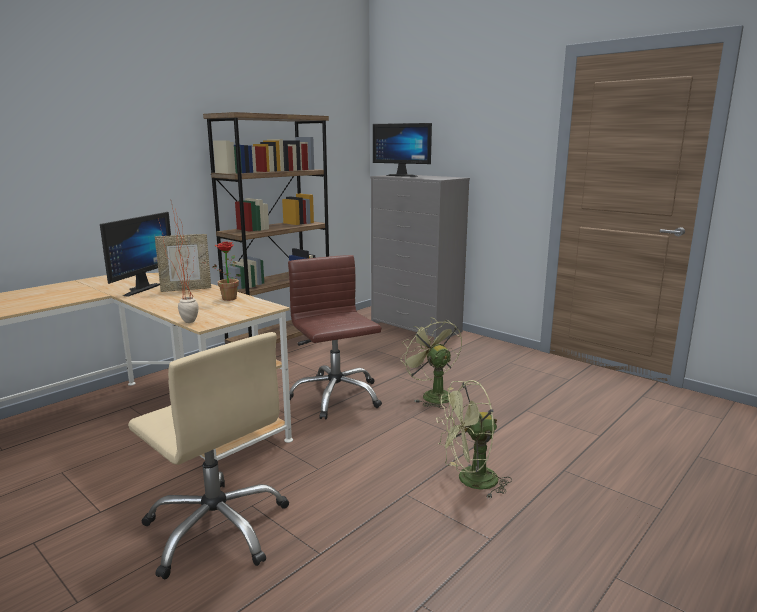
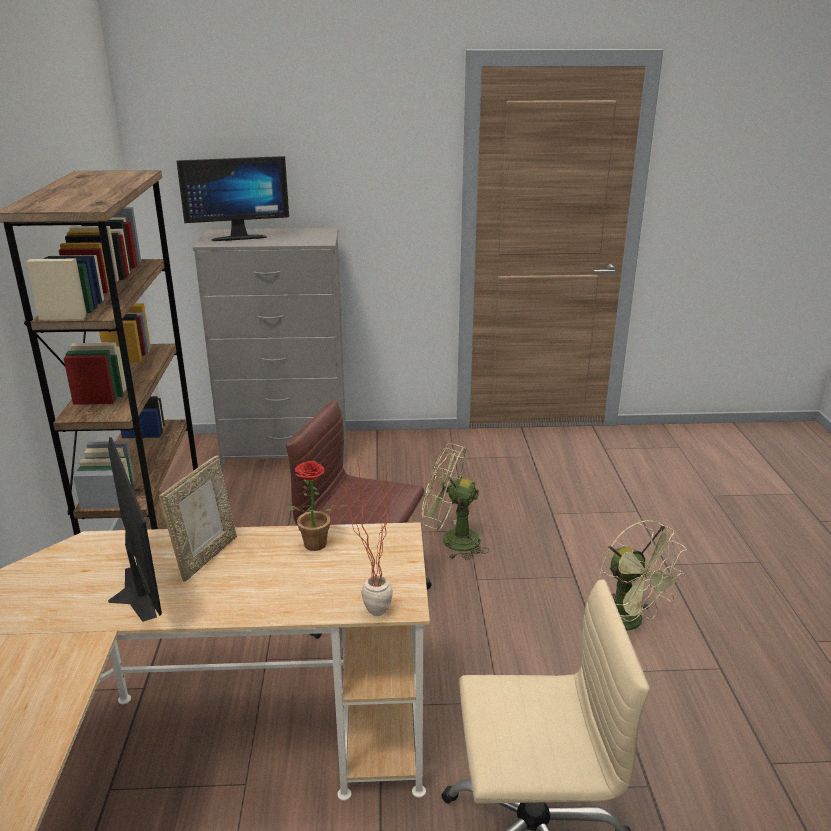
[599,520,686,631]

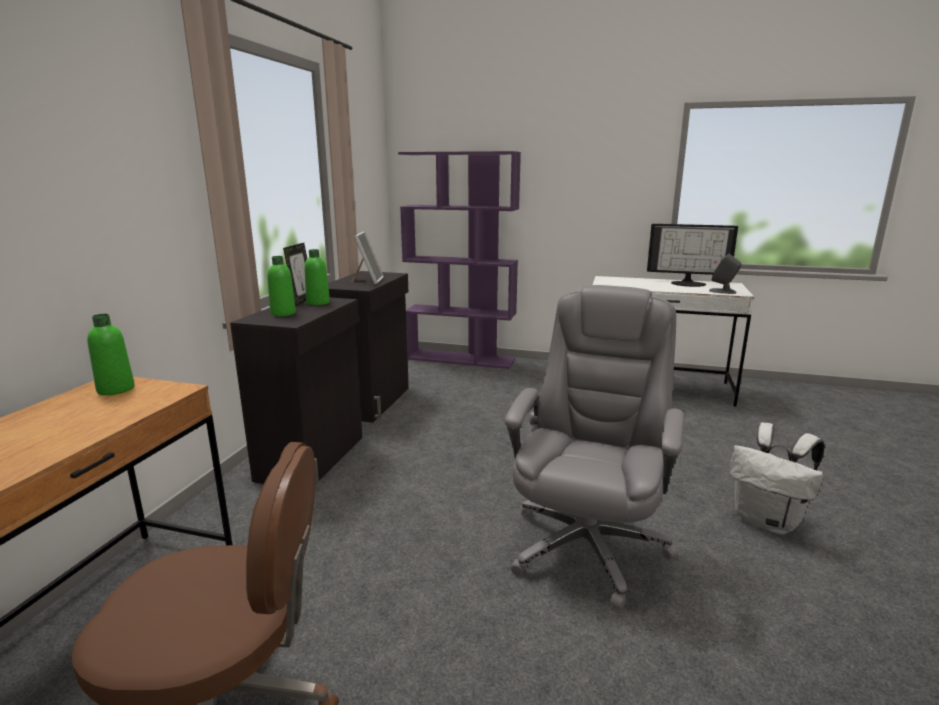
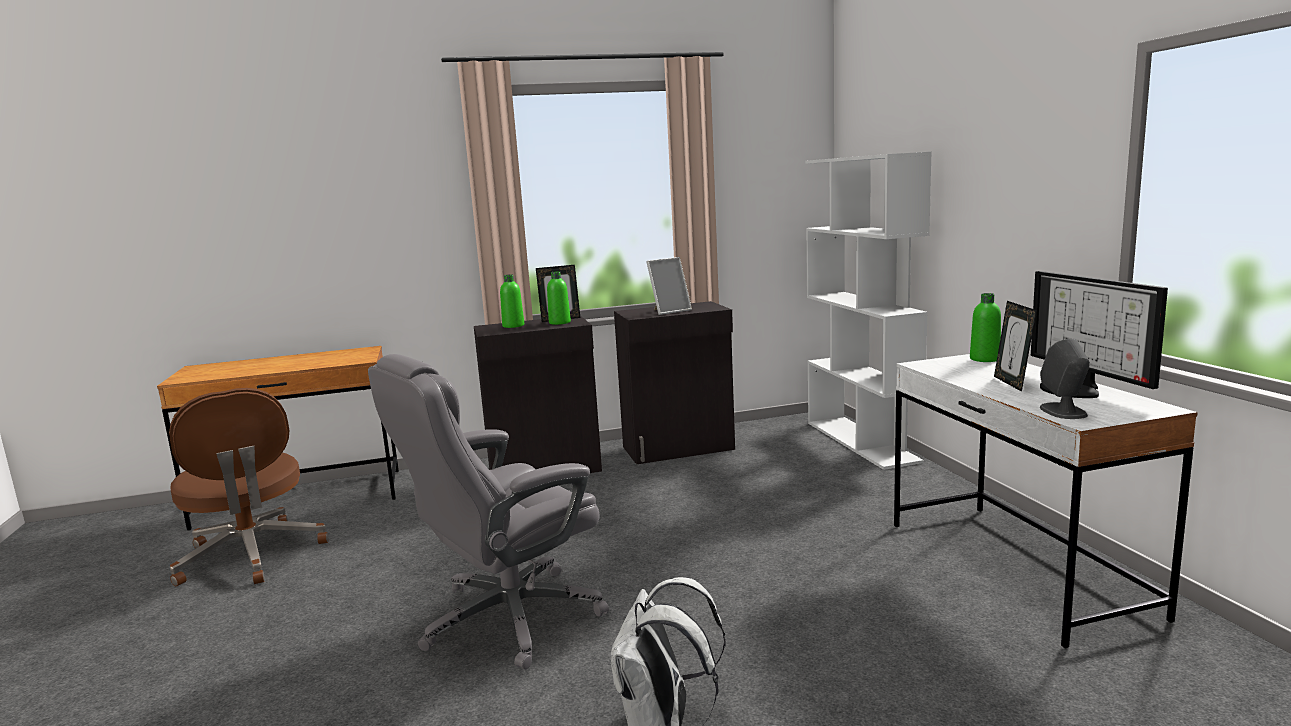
[994,301,1037,392]
[970,293,1001,362]
[805,152,932,470]
[368,354,609,670]

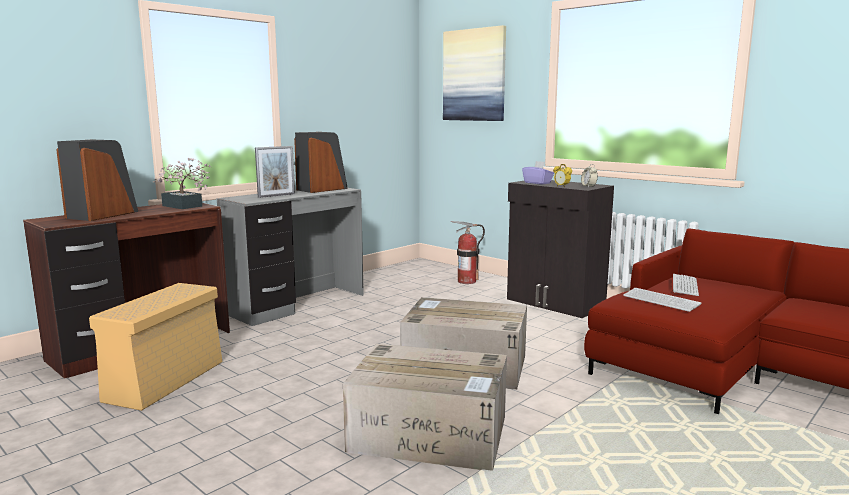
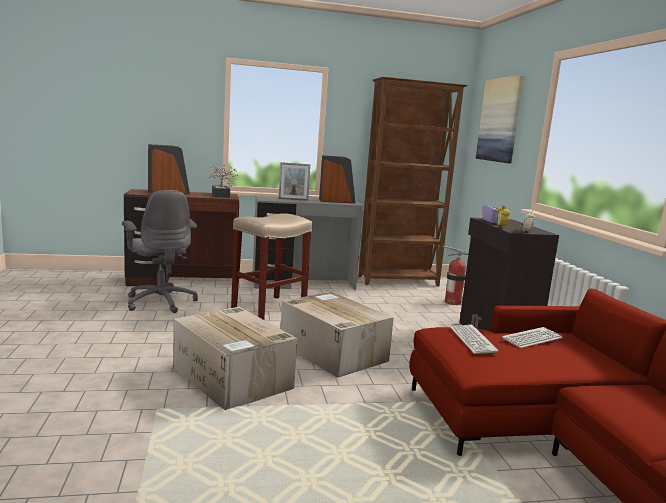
[231,213,313,320]
[358,77,468,286]
[122,190,198,313]

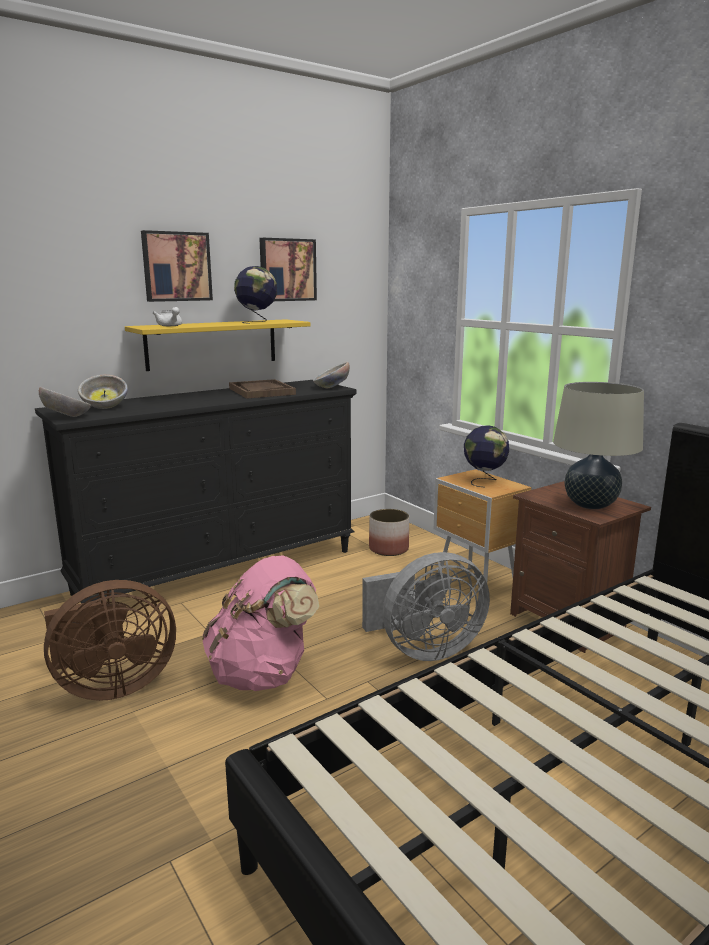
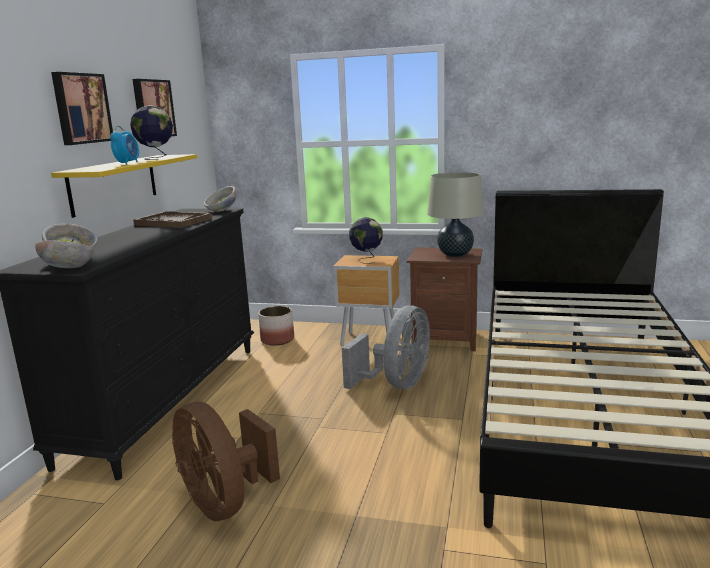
[153,307,182,326] (first image)
[202,555,319,691] (first image)
[110,126,139,165]
[172,402,280,521]

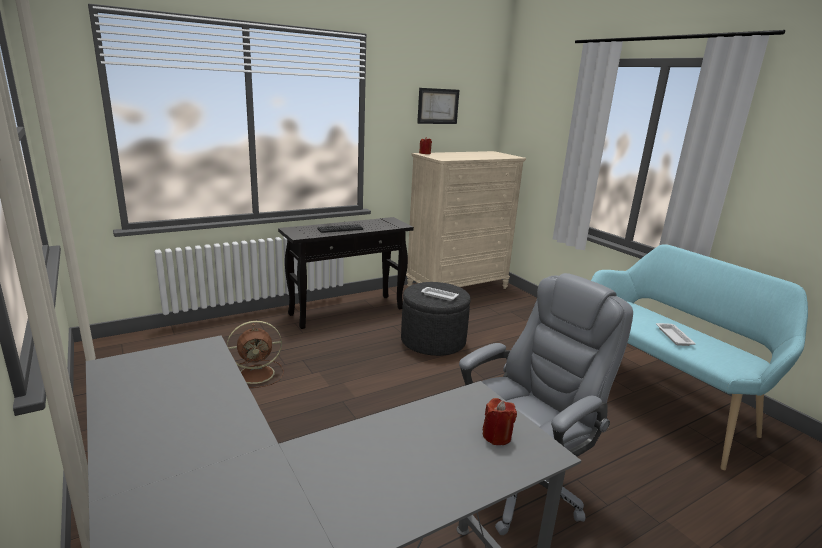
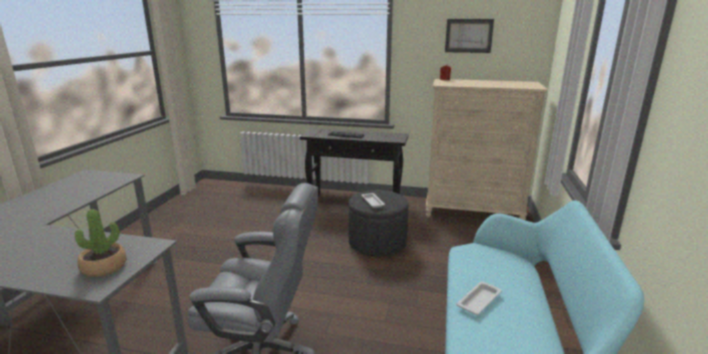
[227,321,284,388] (first image)
[75,209,126,277]

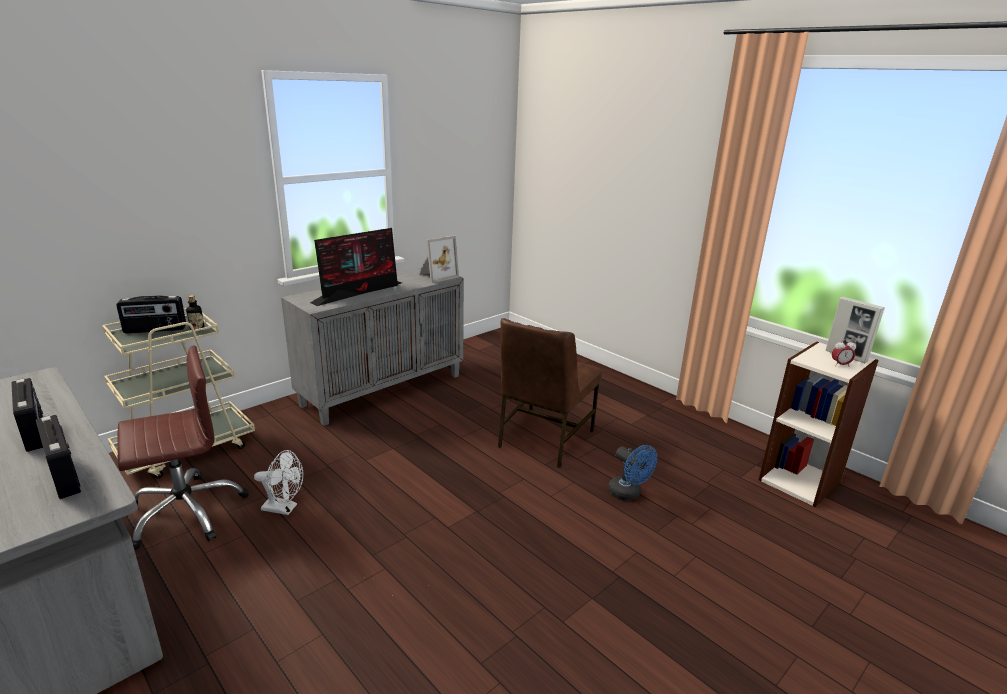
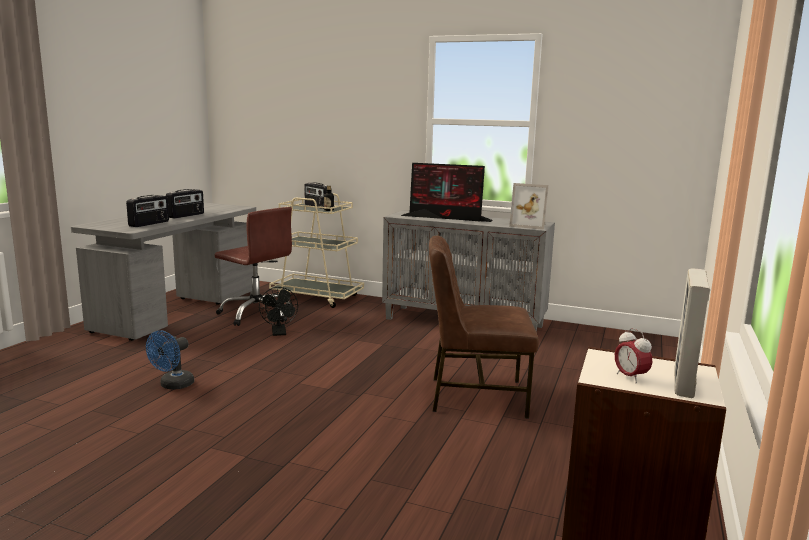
[146,330,194,390]
[259,287,298,336]

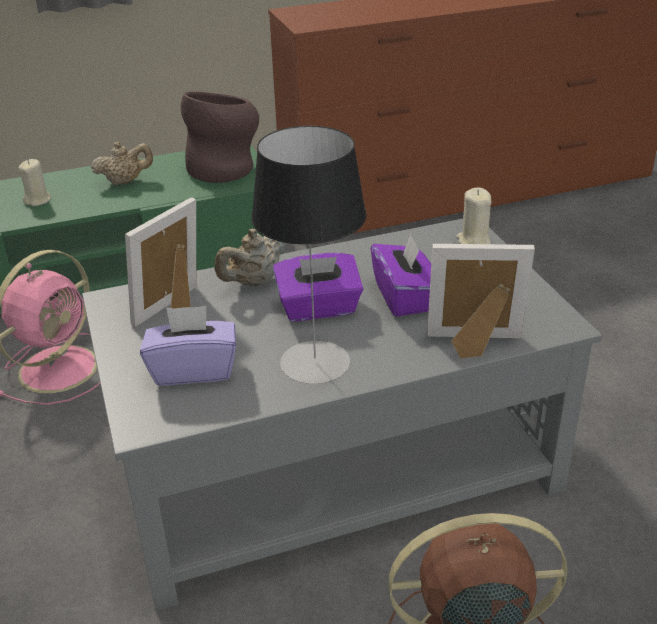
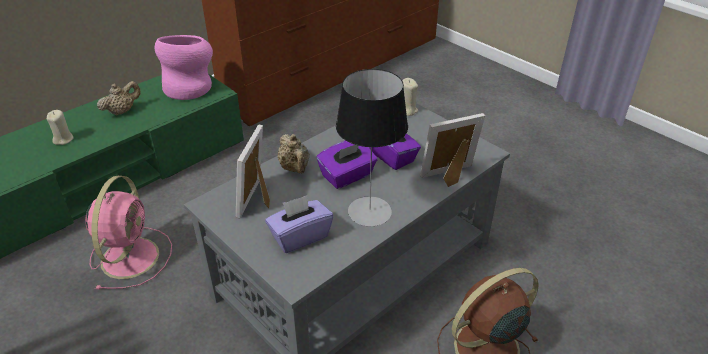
[155,35,213,100]
[278,134,310,174]

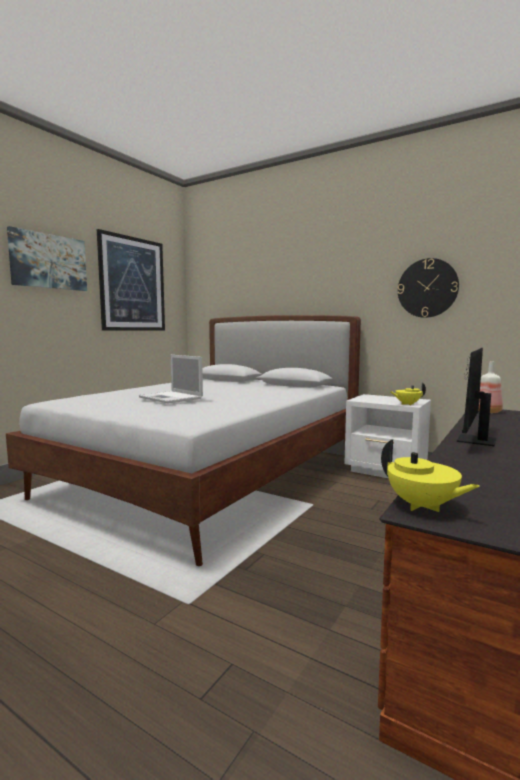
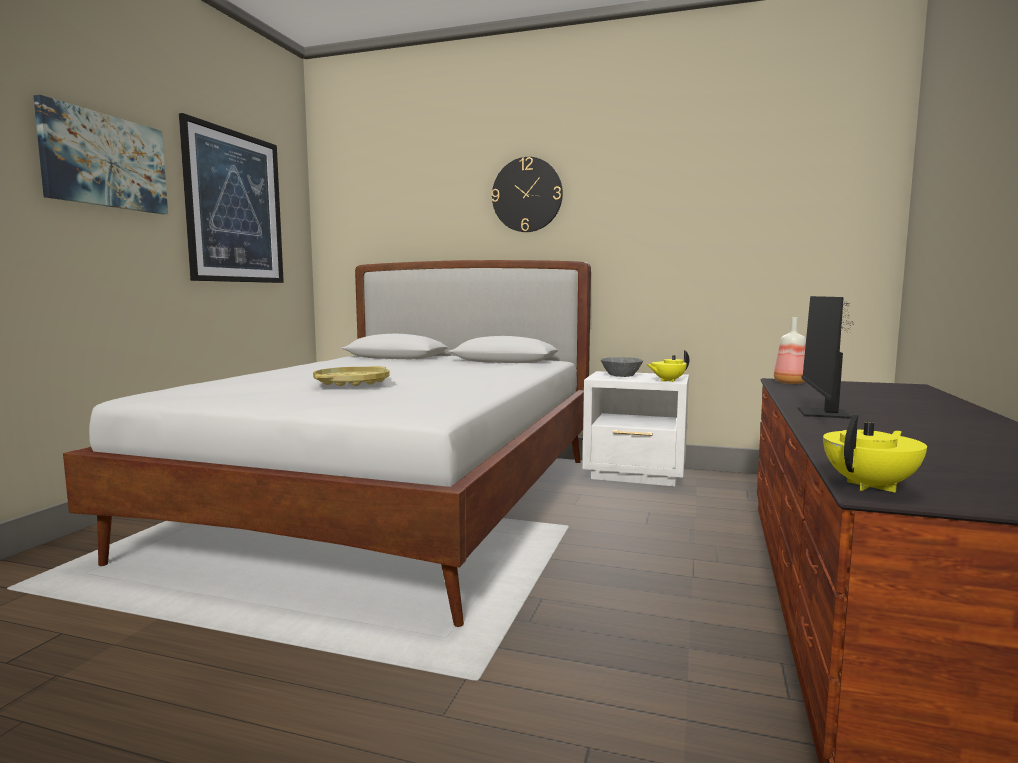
[601,357,643,377]
[492,157,563,232]
[313,366,390,386]
[823,414,927,492]

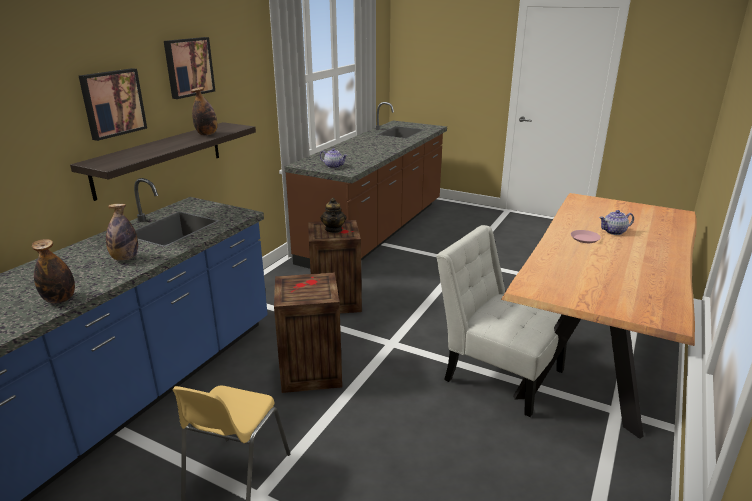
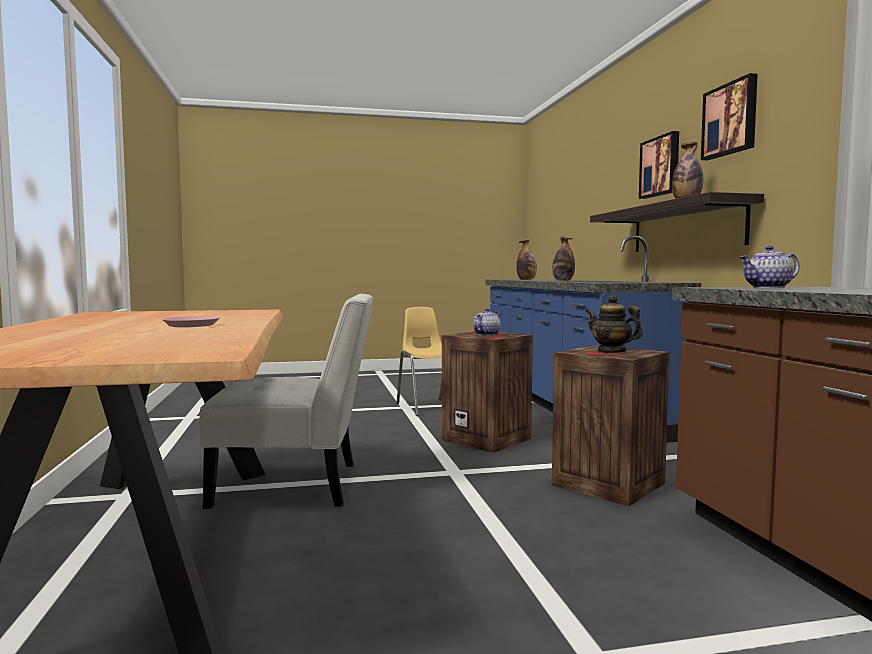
[473,308,500,336]

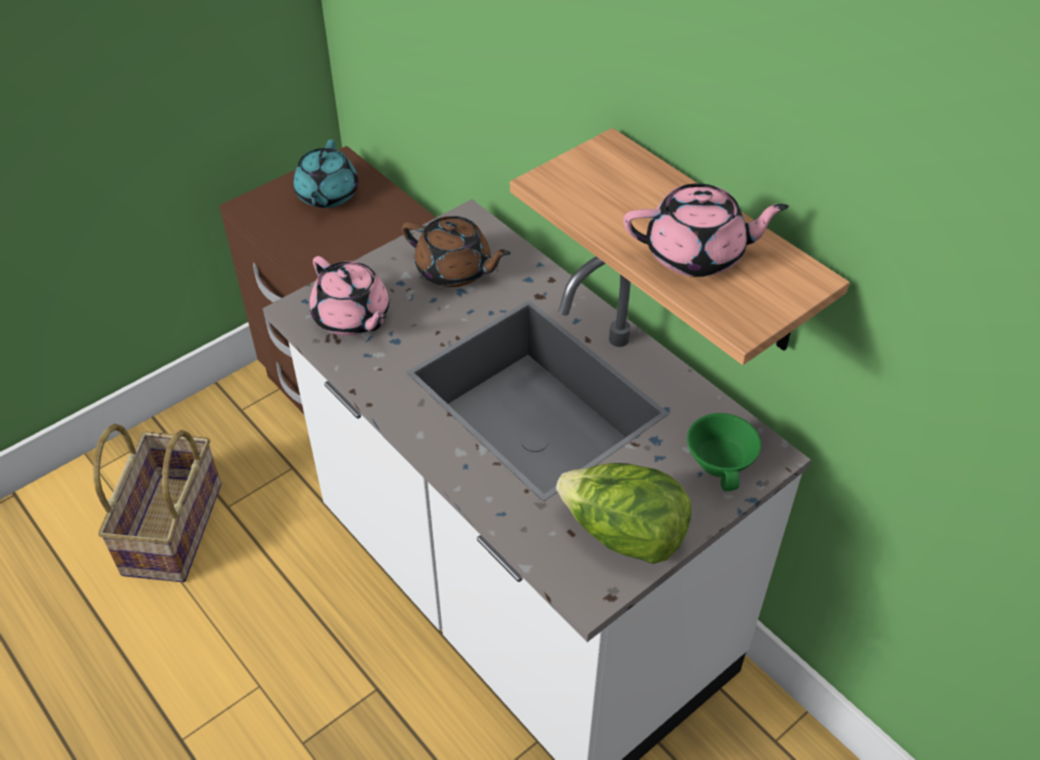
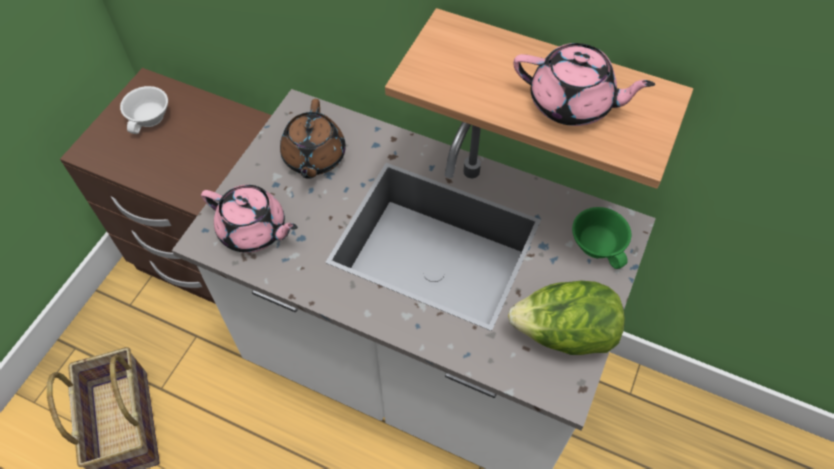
[120,86,168,134]
[280,99,346,179]
[513,43,655,126]

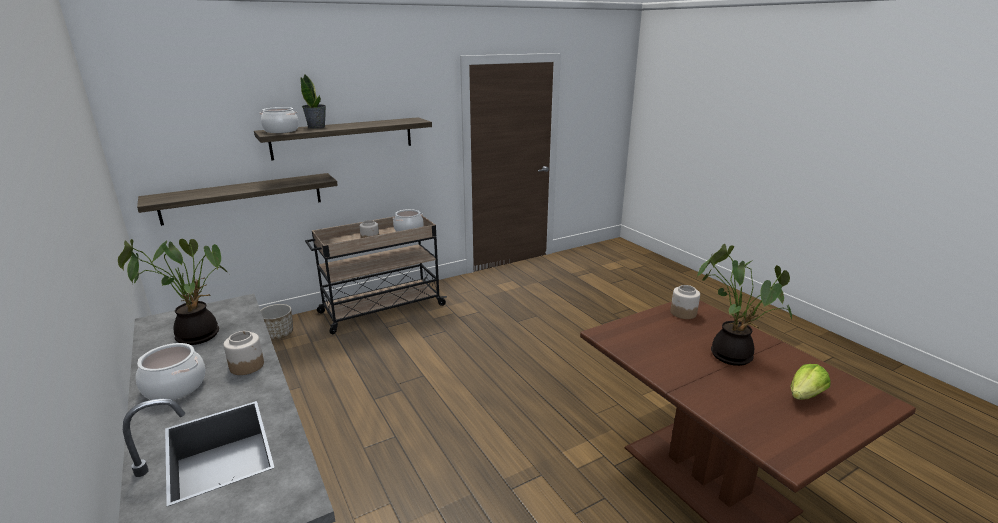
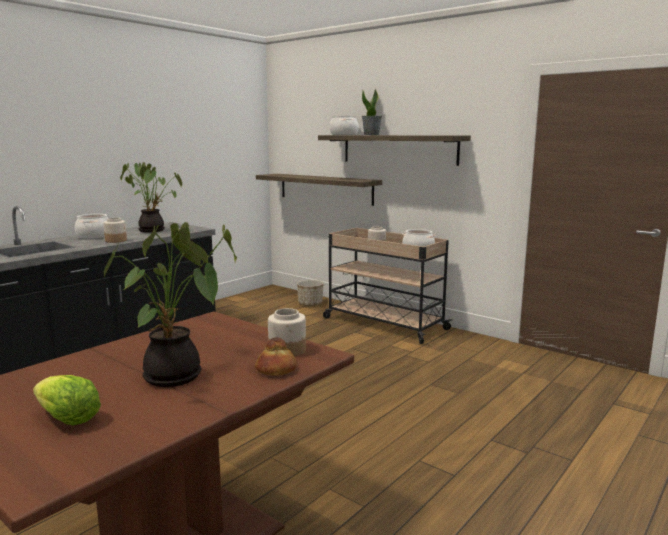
[255,337,297,376]

